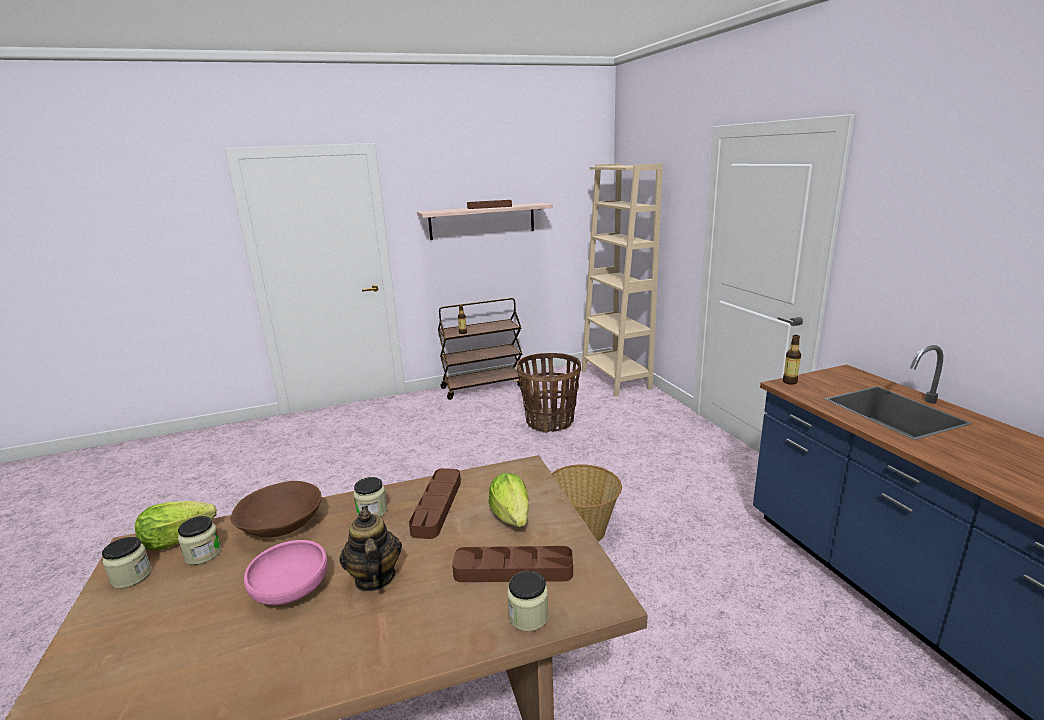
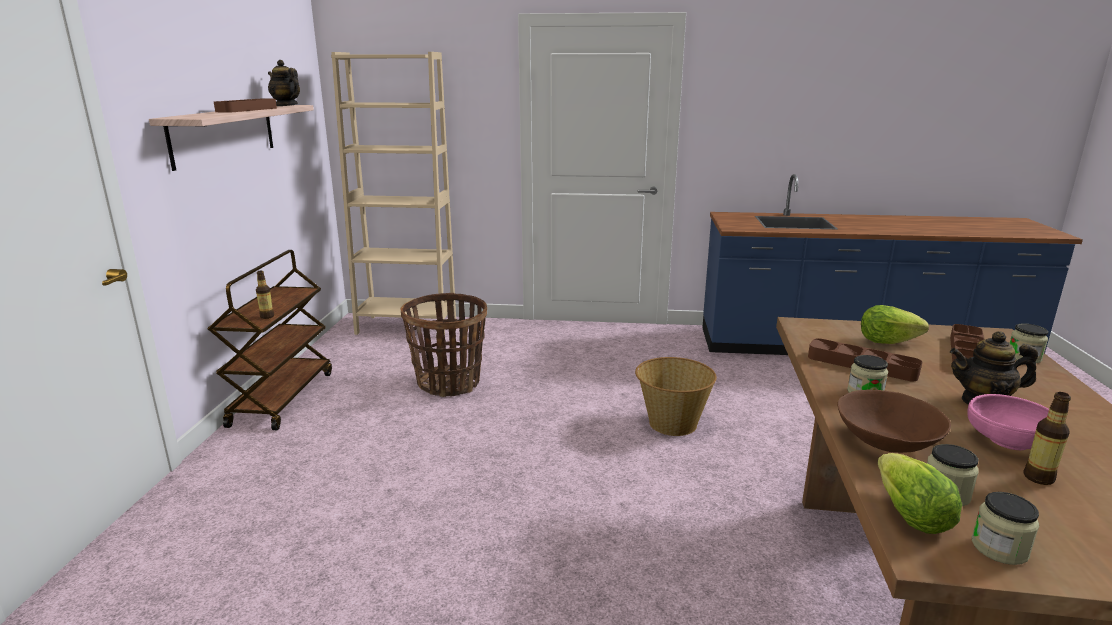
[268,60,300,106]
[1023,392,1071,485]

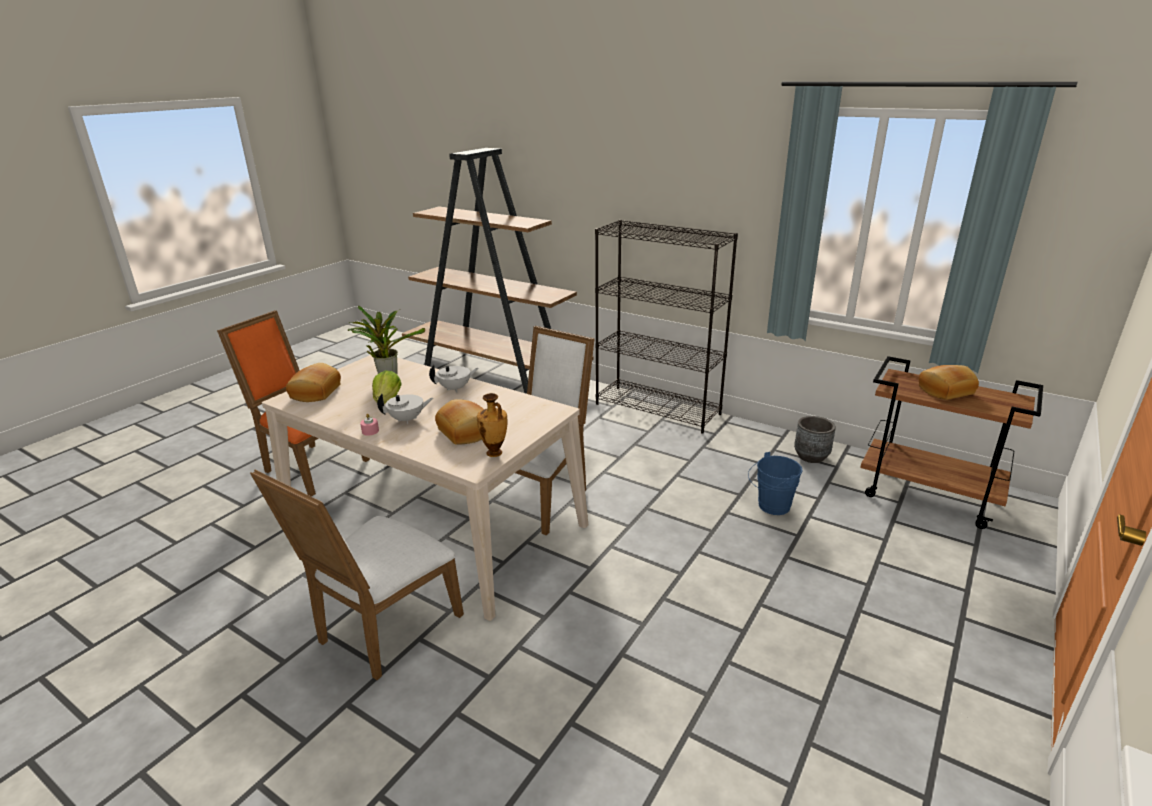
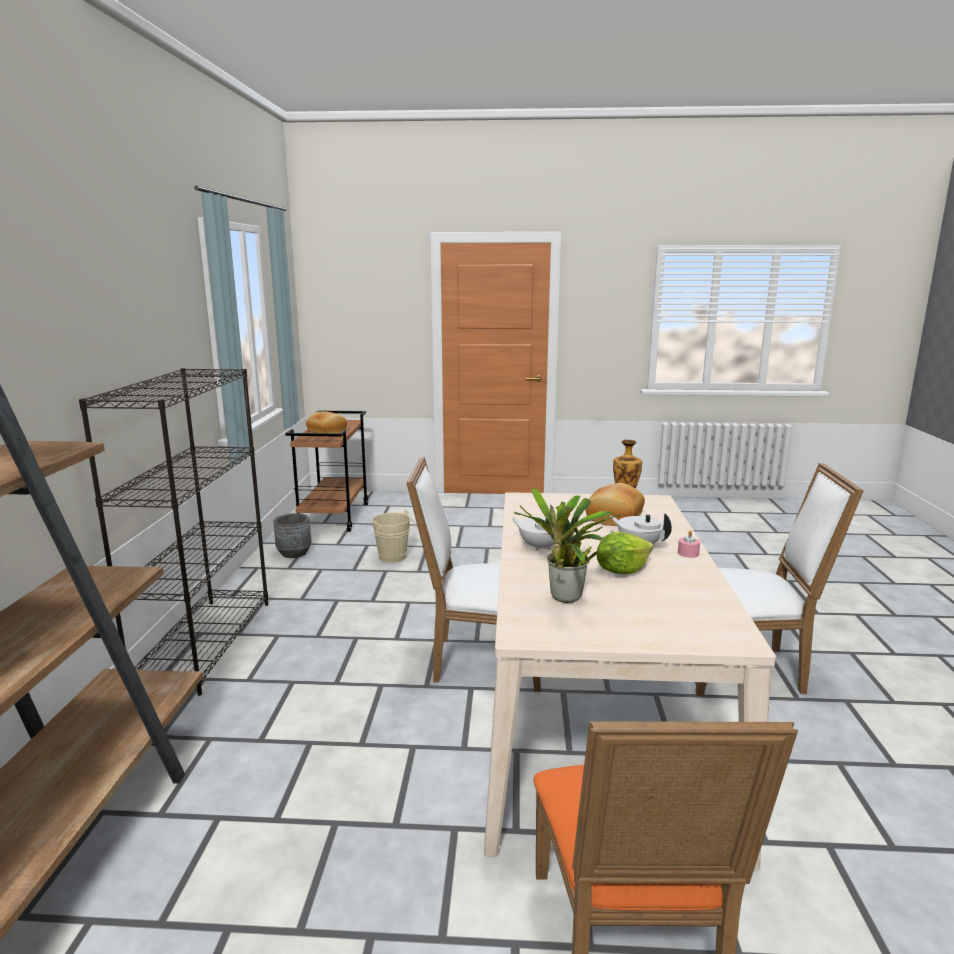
[286,363,341,402] (first image)
[372,510,417,563]

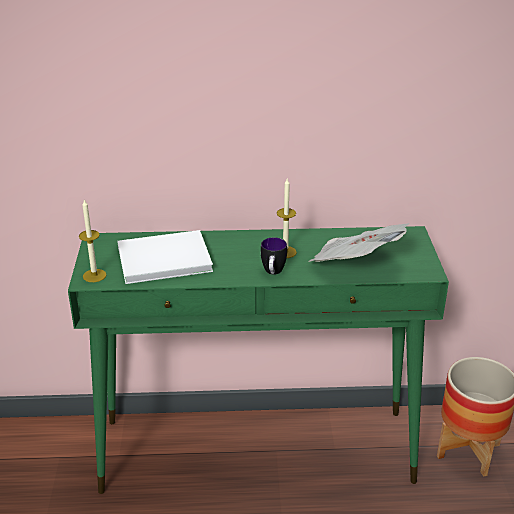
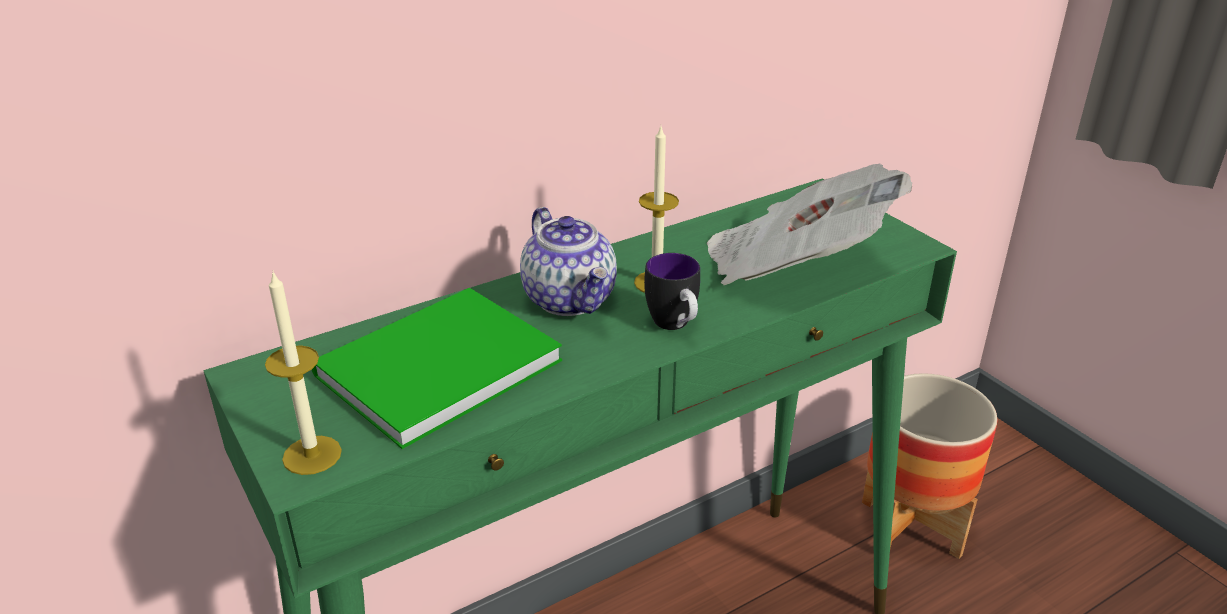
[520,207,617,316]
[312,288,562,449]

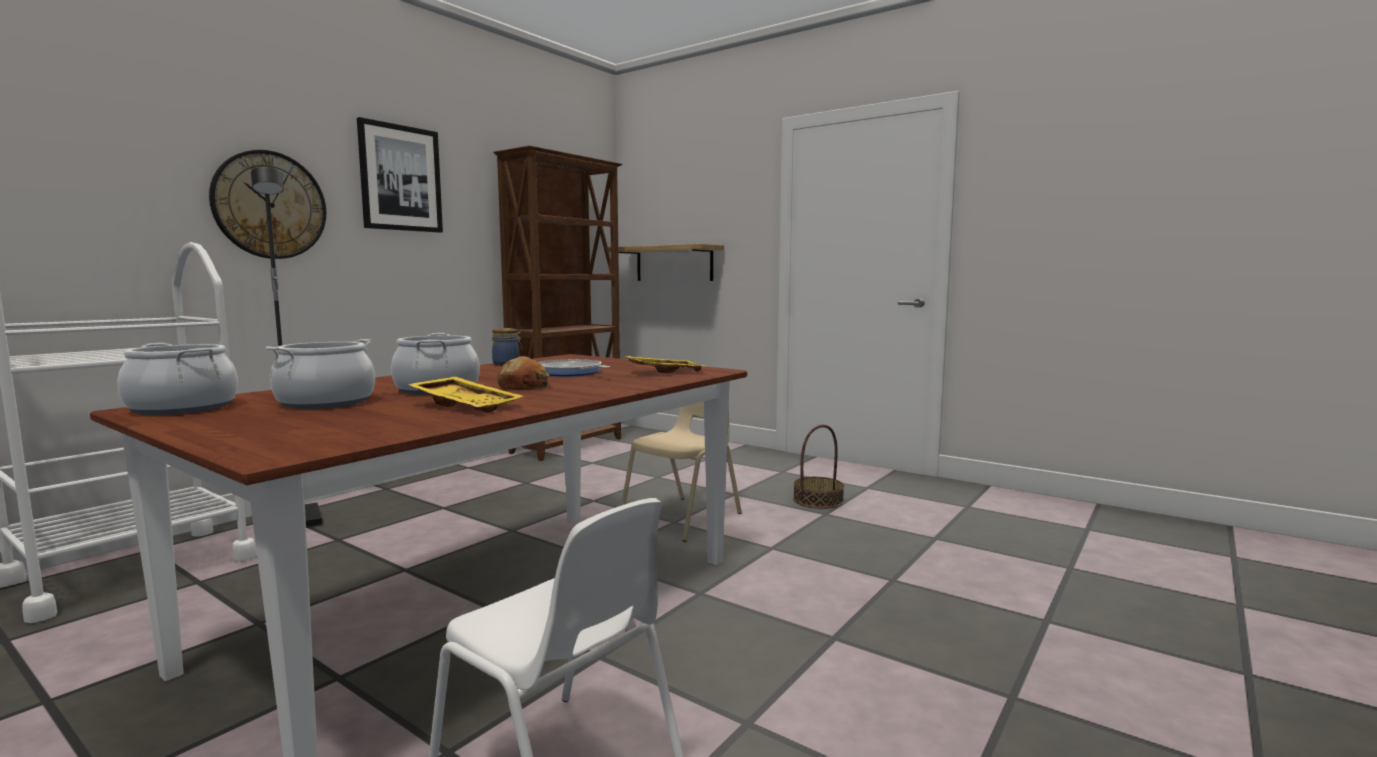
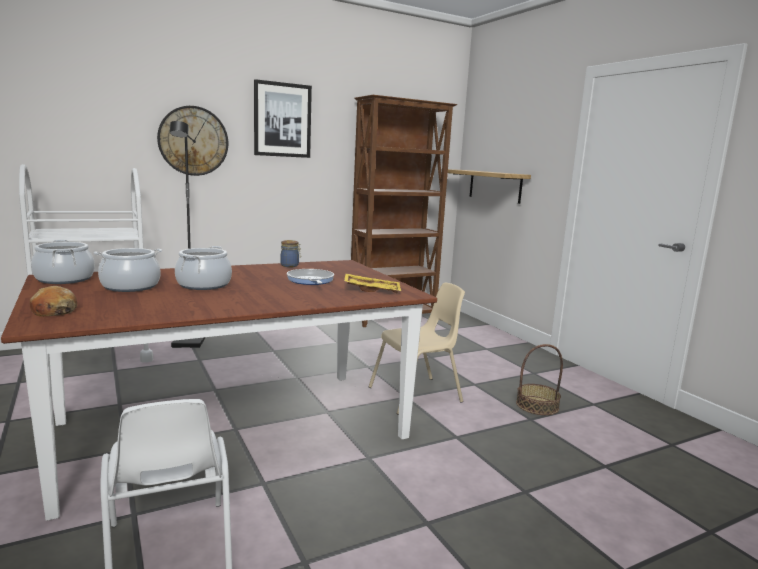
[407,376,522,413] (first image)
[30,286,77,316]

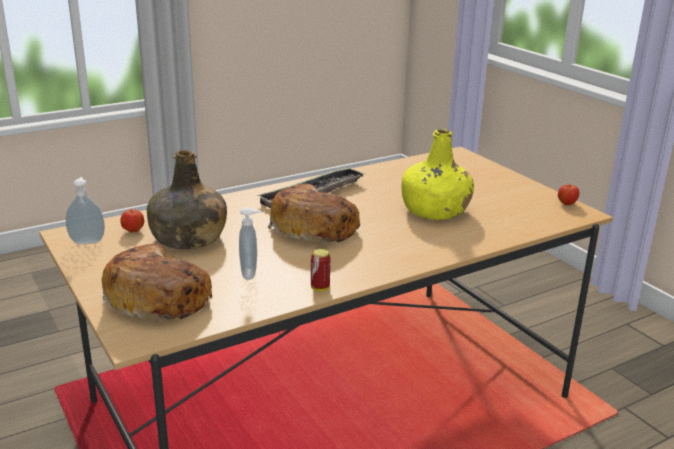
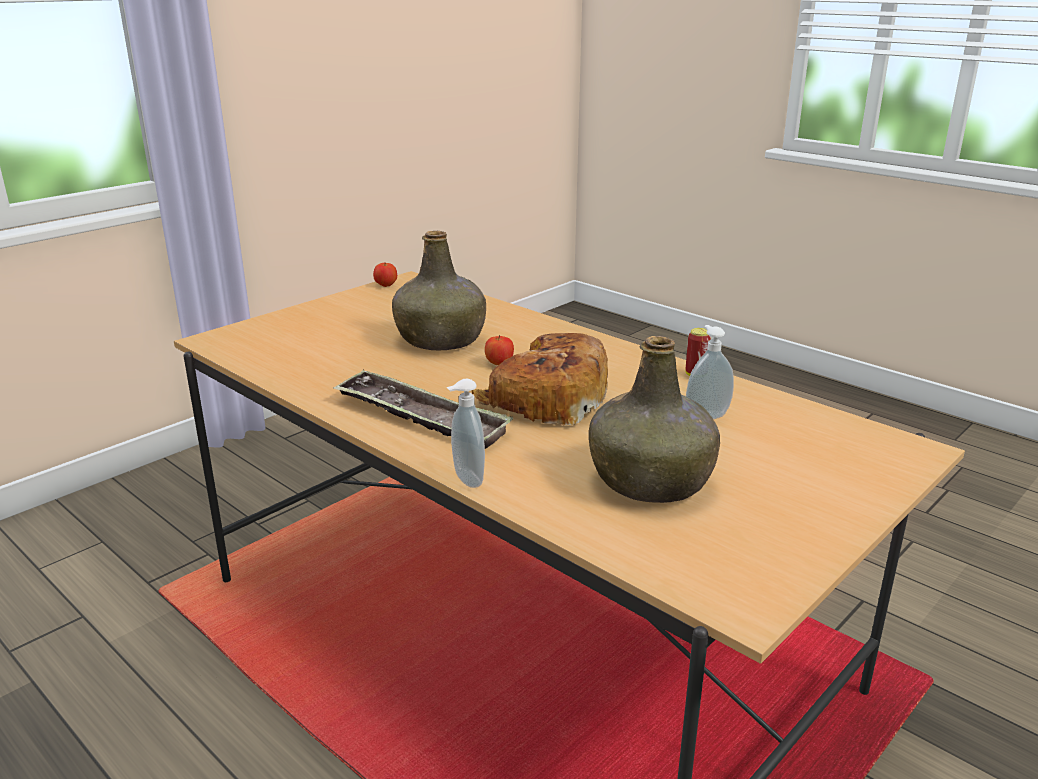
[102,244,212,323] (first image)
[447,379,485,488]
[485,335,514,365]
[392,231,486,350]

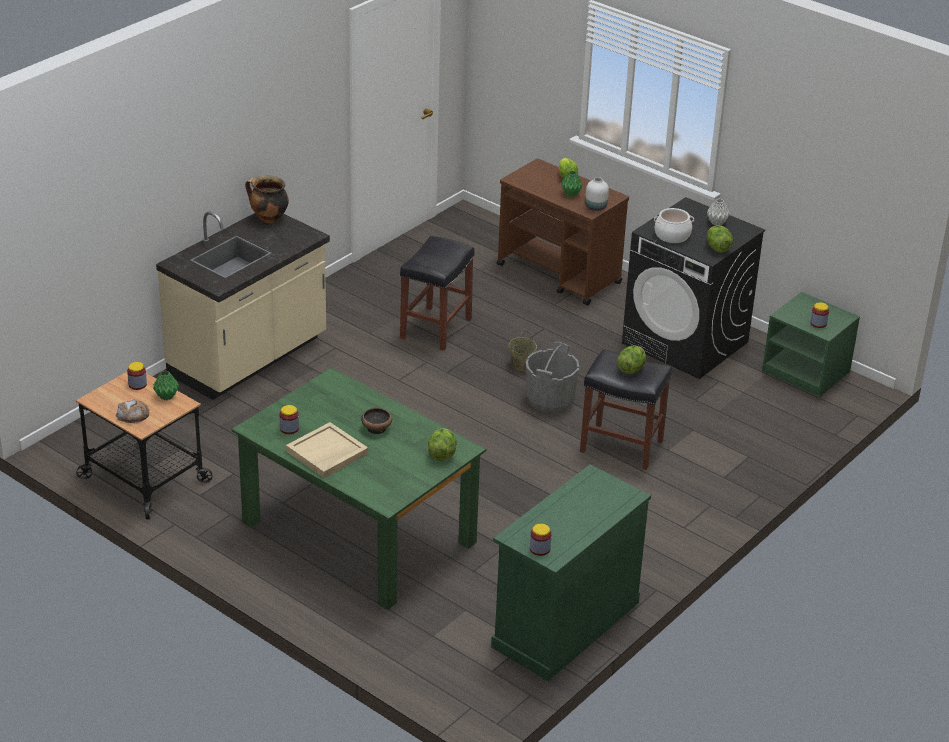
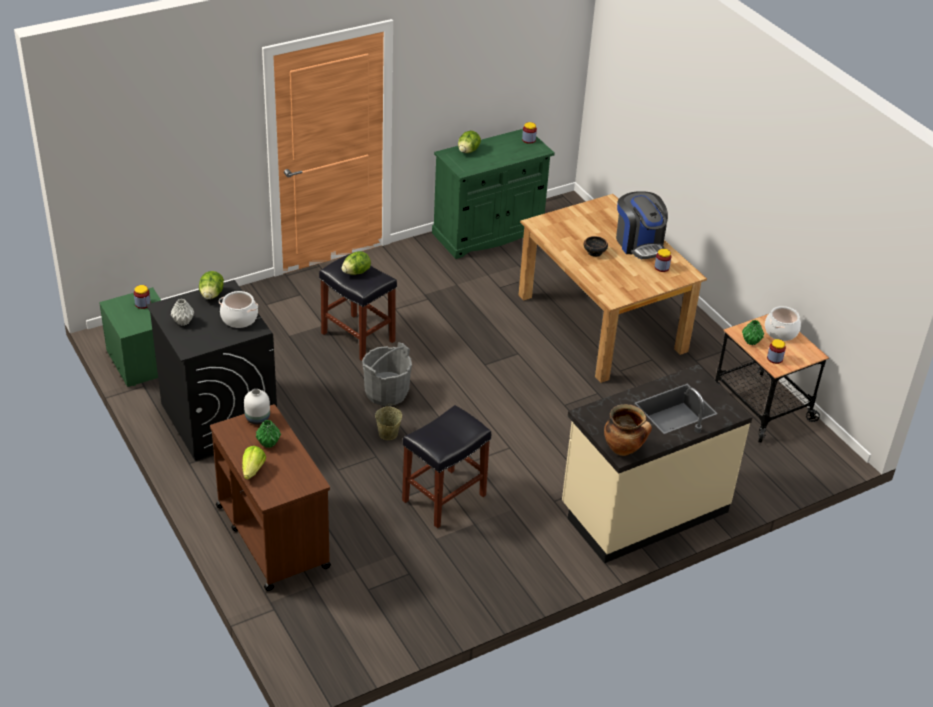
[458,131,481,153]
[765,306,801,341]
[616,191,668,259]
[519,194,707,383]

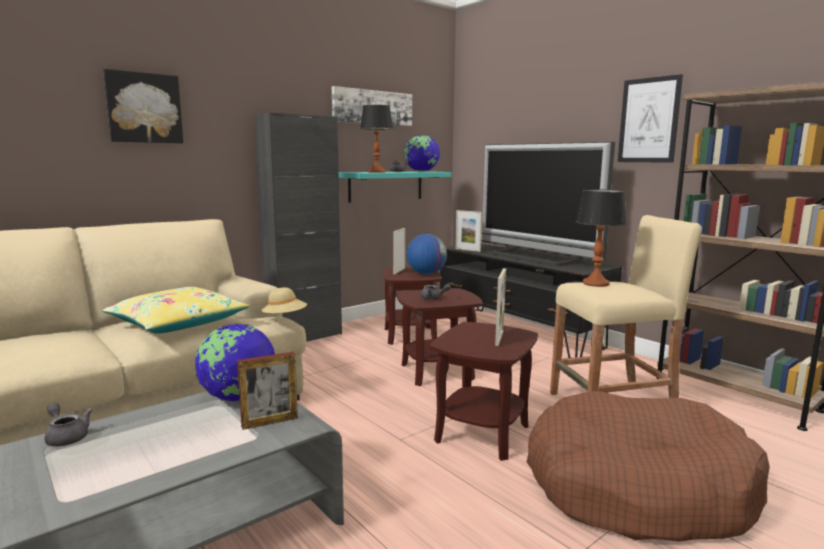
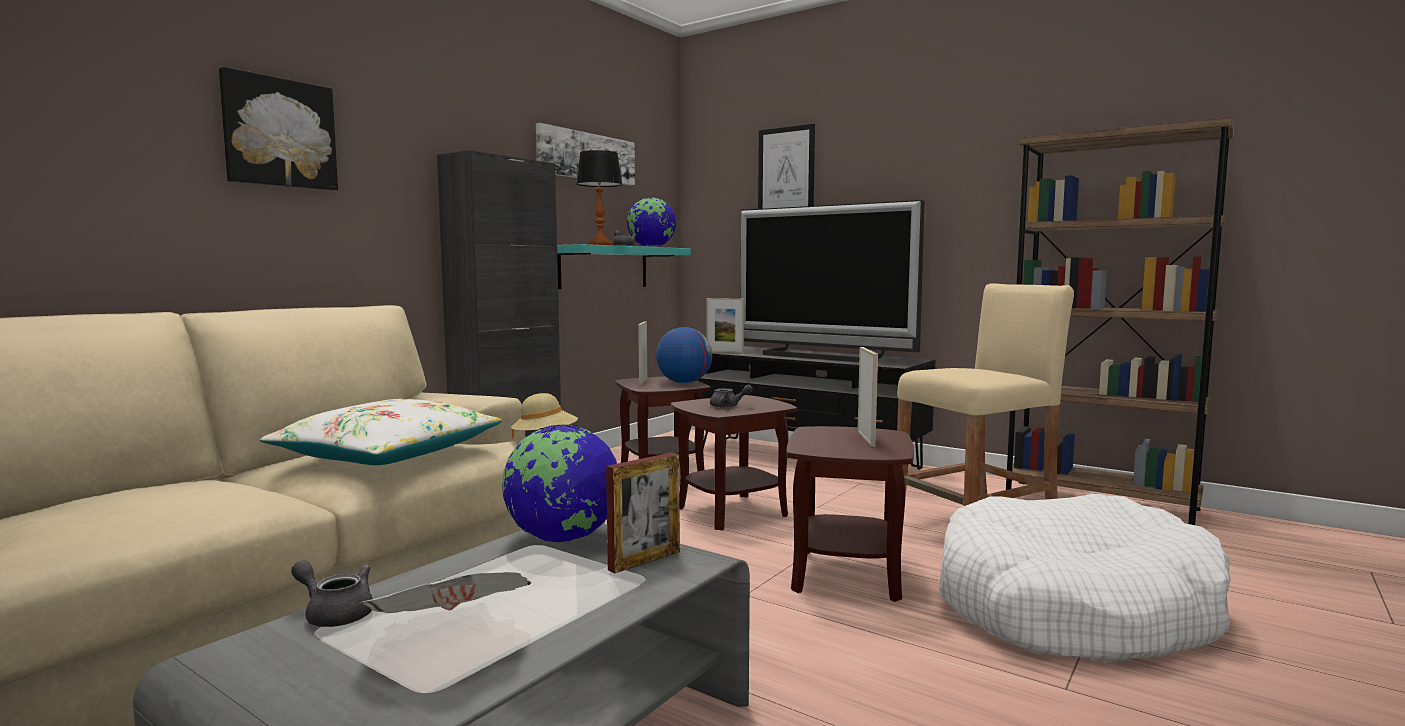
[576,189,627,287] (first image)
[358,572,532,613]
[758,124,815,209]
[260,399,502,465]
[939,494,1231,663]

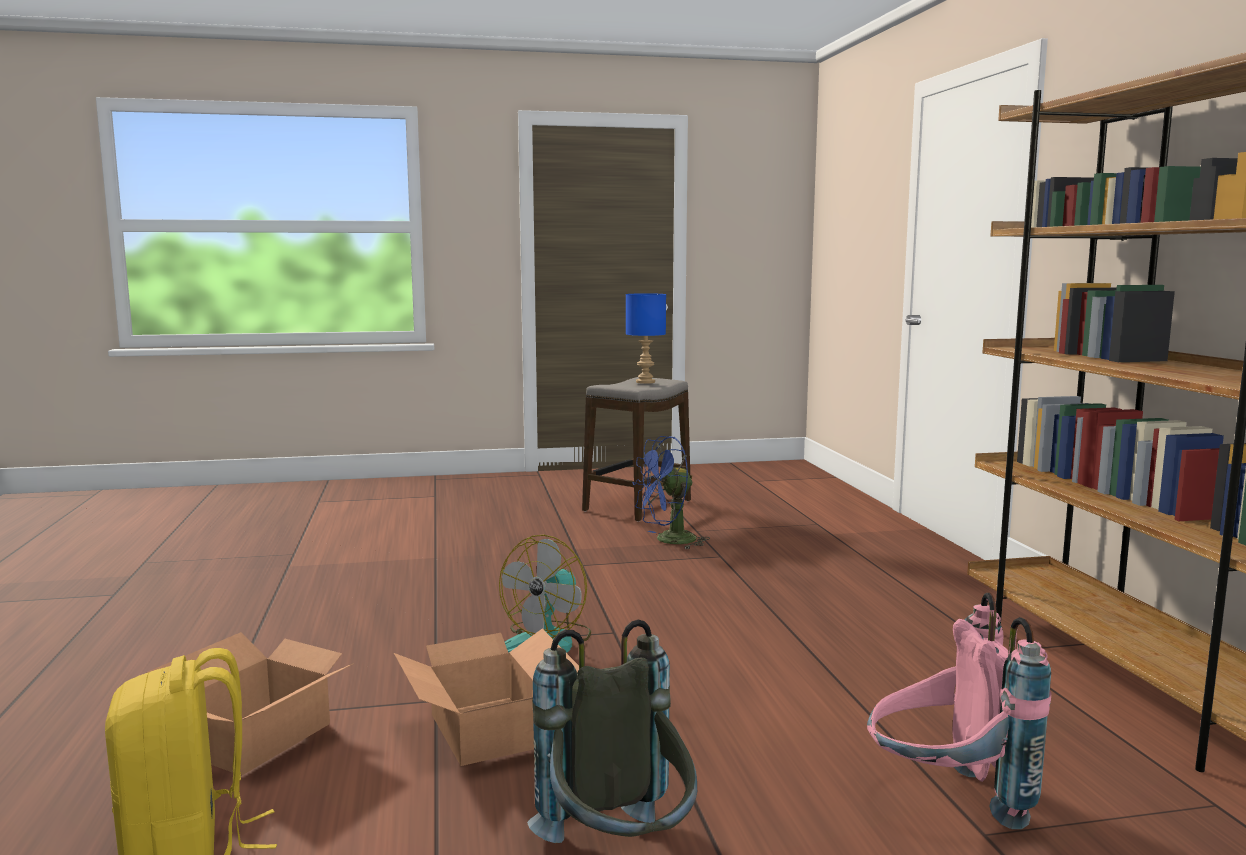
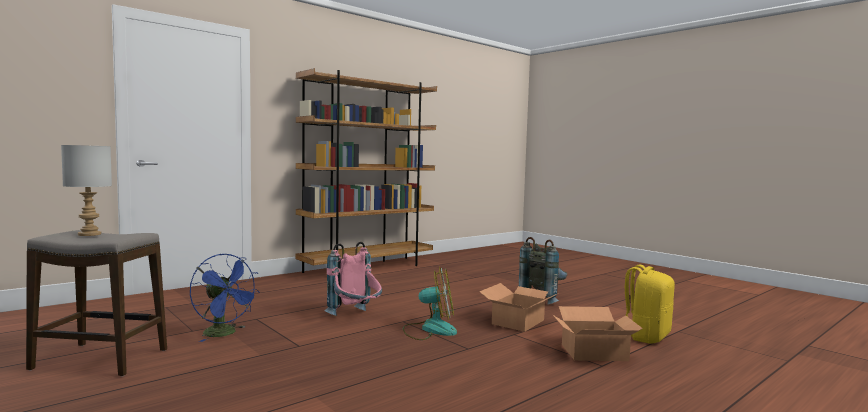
[324,242,382,316]
[61,145,112,236]

